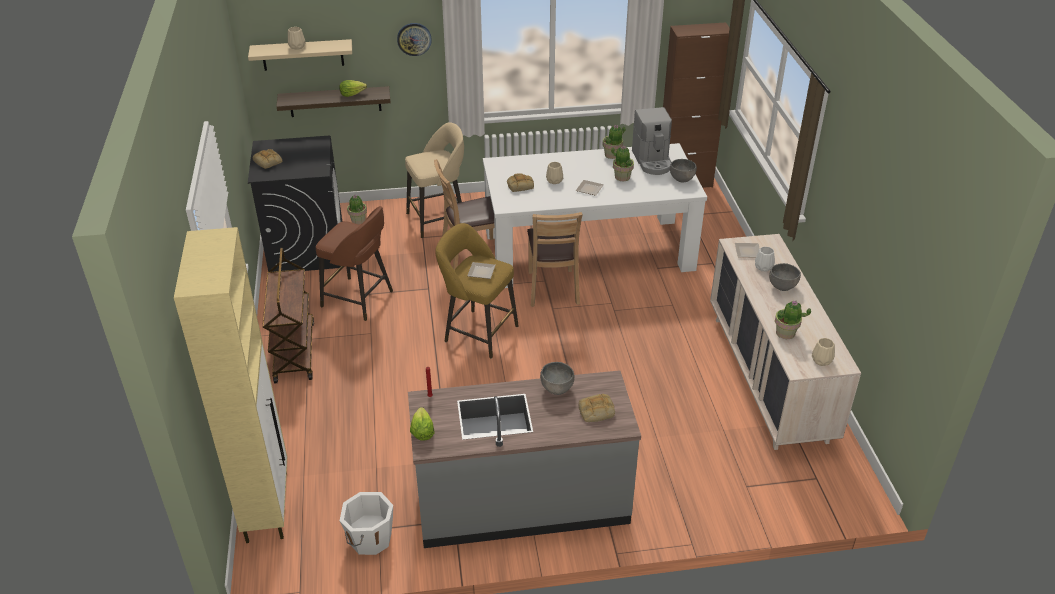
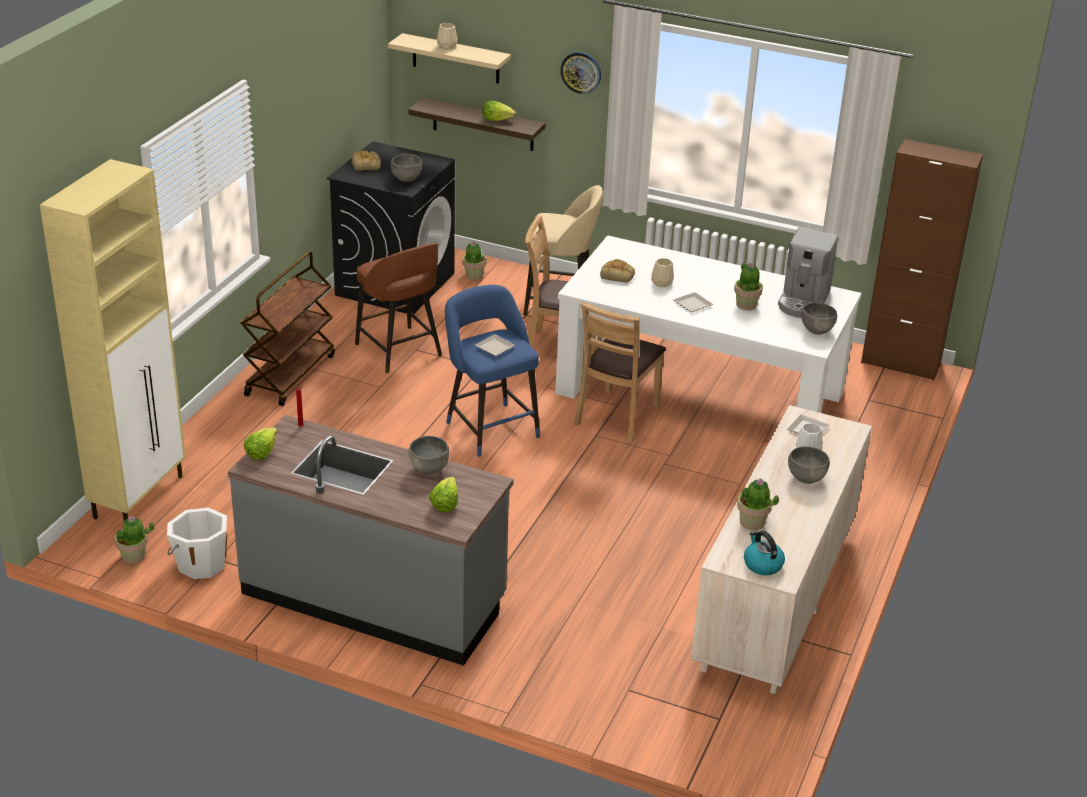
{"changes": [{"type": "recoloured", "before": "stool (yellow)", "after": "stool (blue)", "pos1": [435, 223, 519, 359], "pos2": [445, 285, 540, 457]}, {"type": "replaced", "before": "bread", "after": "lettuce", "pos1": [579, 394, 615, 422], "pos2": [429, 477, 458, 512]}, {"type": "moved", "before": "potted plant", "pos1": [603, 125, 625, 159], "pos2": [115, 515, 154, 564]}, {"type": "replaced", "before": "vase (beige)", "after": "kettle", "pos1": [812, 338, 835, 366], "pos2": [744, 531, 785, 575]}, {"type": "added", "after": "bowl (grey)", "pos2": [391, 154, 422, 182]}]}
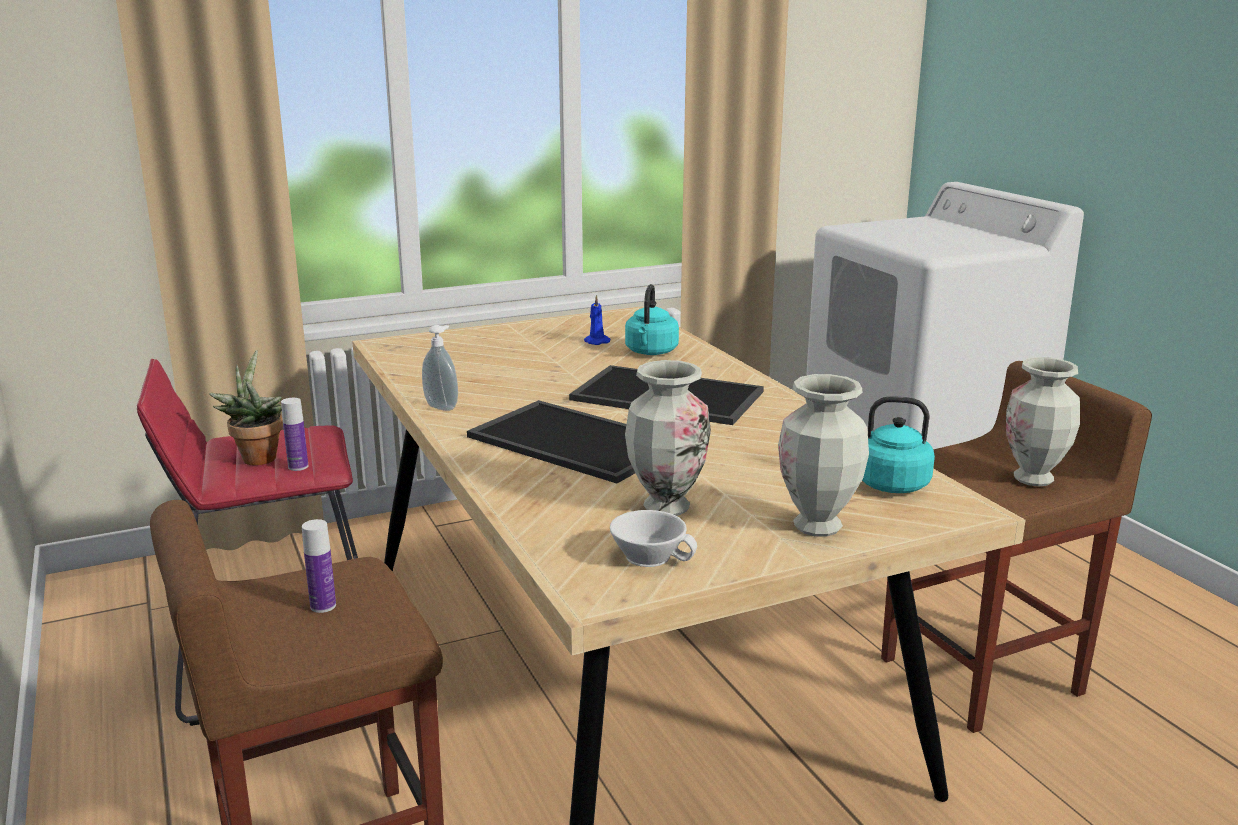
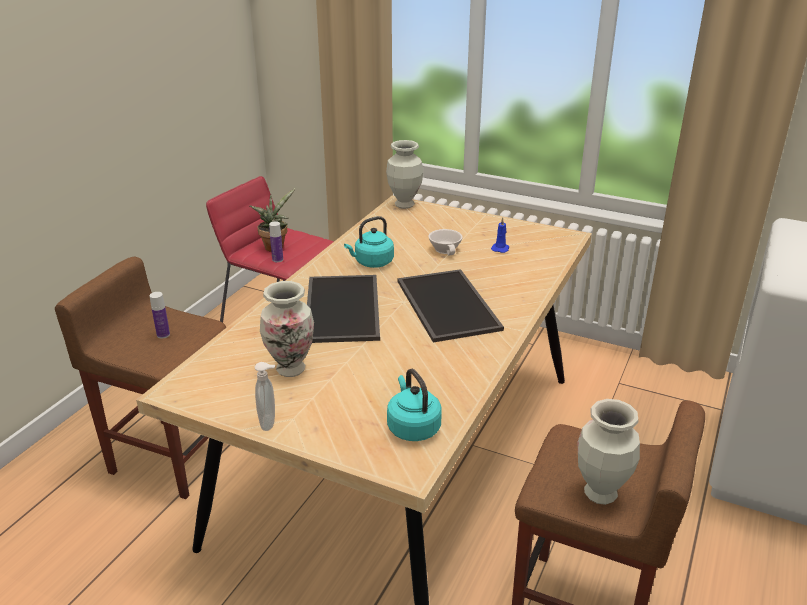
{"changes": [{"type": "moved", "before": "soap dispenser", "pos1": [422, 325, 458, 411], "pos2": [255, 362, 275, 431]}, {"type": "moved", "before": "cup (white)", "pos1": [610, 510, 697, 567], "pos2": [429, 229, 463, 256]}, {"type": "moved", "before": "kettle (turquoise)", "pos1": [625, 284, 679, 355], "pos2": [344, 216, 394, 268]}, {"type": "moved", "before": "vase", "pos1": [778, 374, 869, 537], "pos2": [386, 140, 423, 209]}]}
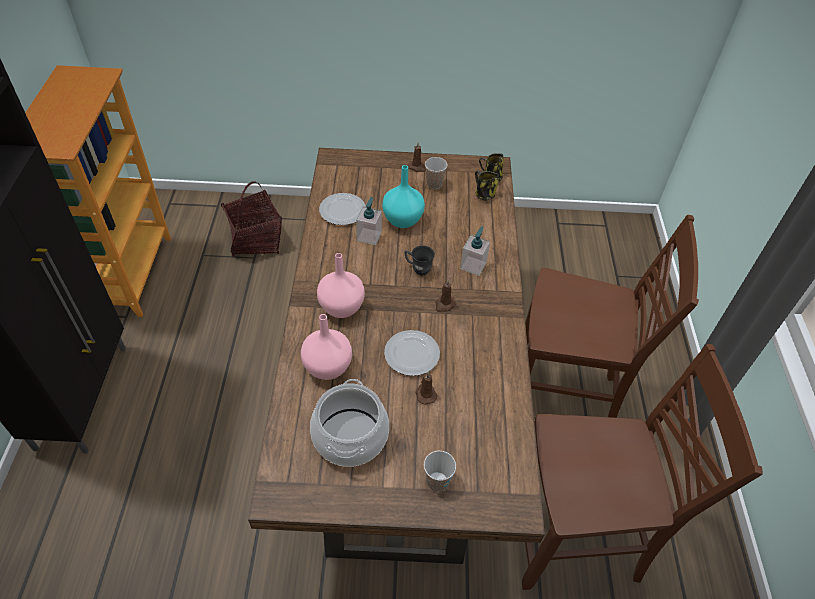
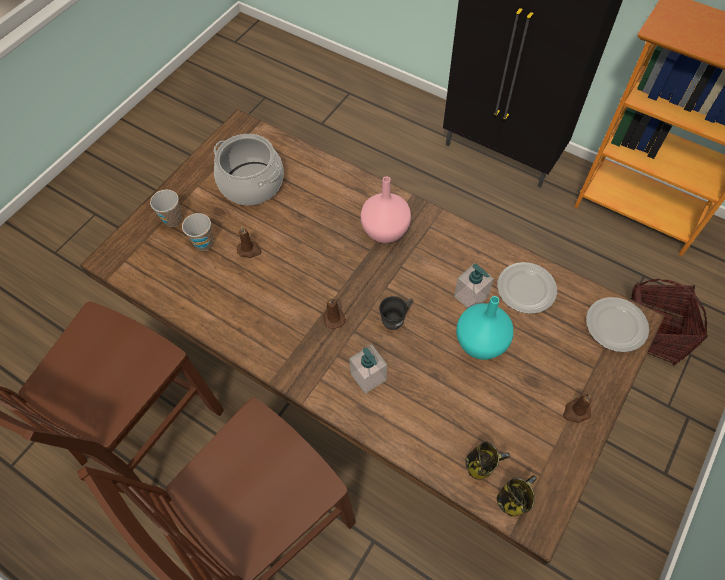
{"changes": [{"type": "removed", "before": "vase (pink)", "pos1": [301, 314, 352, 380]}, {"type": "moved", "before": "plate", "pos1": [384, 330, 440, 376], "pos2": [586, 297, 649, 352]}, {"type": "moved", "before": "cup", "pos1": [425, 157, 448, 189], "pos2": [182, 213, 213, 251]}]}
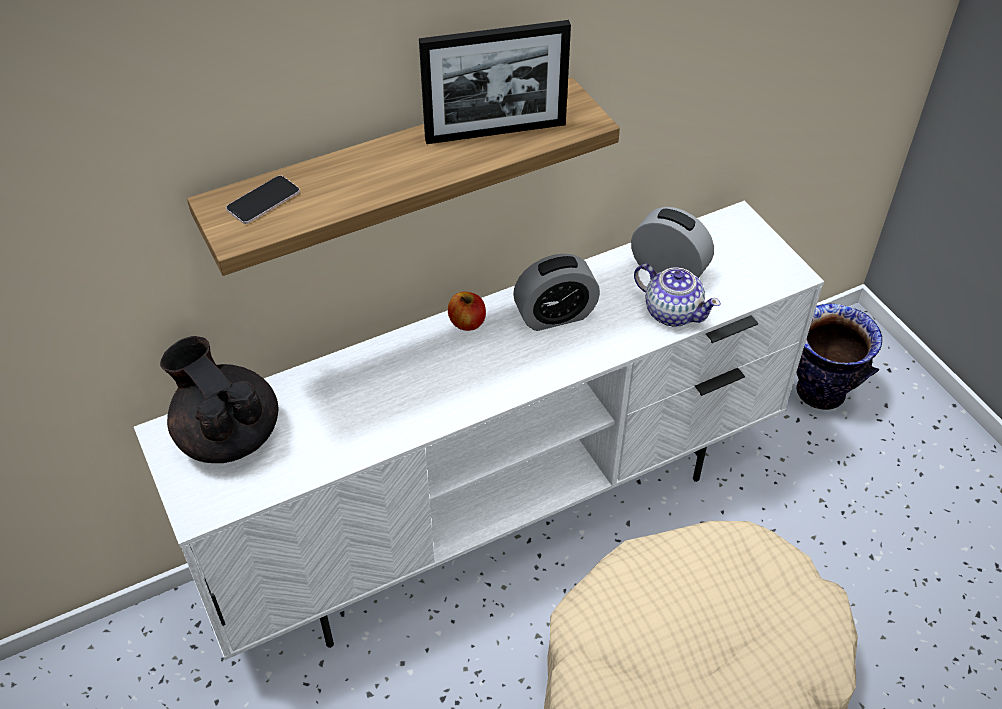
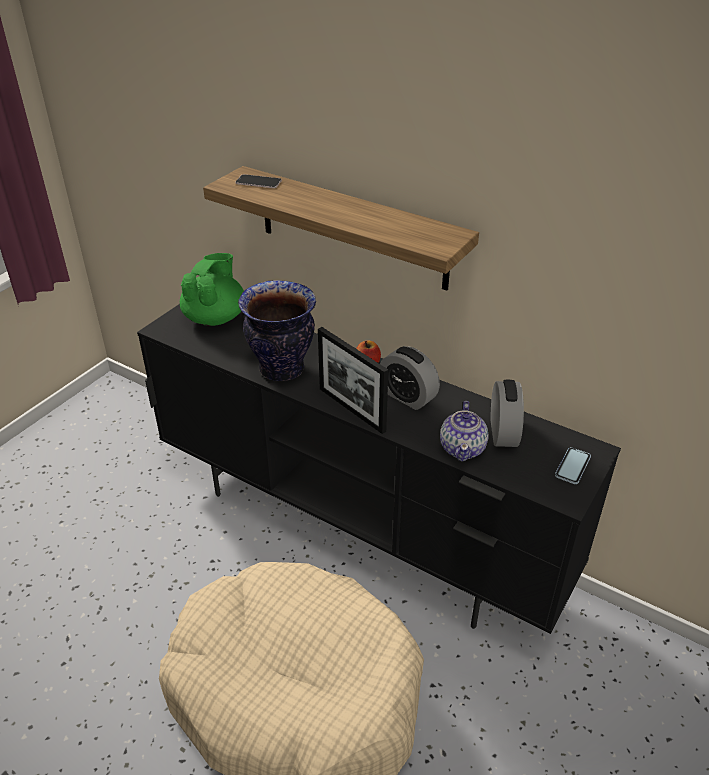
{"changes": [{"type": "recoloured", "before": "tv stand (white)", "after": "tv stand (black)", "pos1": [134, 201, 824, 660], "pos2": [137, 304, 621, 634]}, {"type": "recoloured", "before": "teapot (black)", "after": "teapot (green)", "pos1": [160, 336, 279, 463], "pos2": [180, 253, 244, 326]}, {"type": "moved", "before": "picture frame", "pos1": [419, 20, 571, 144], "pos2": [318, 327, 388, 434]}, {"type": "moved", "before": "vase", "pos1": [796, 304, 882, 410], "pos2": [238, 280, 316, 381]}, {"type": "added", "after": "phone", "pos2": [555, 447, 591, 484]}]}
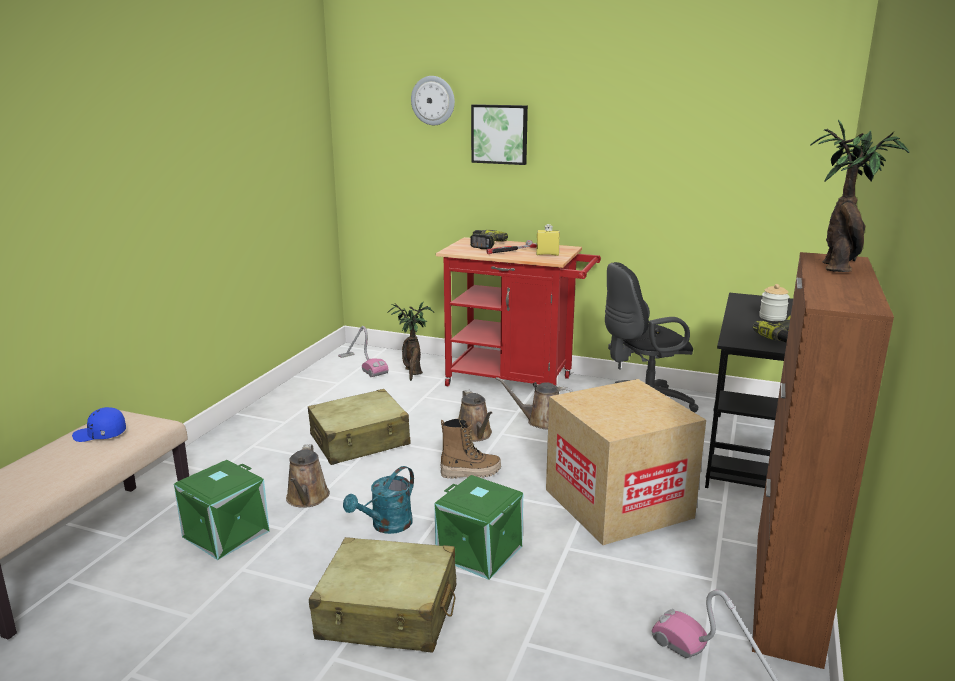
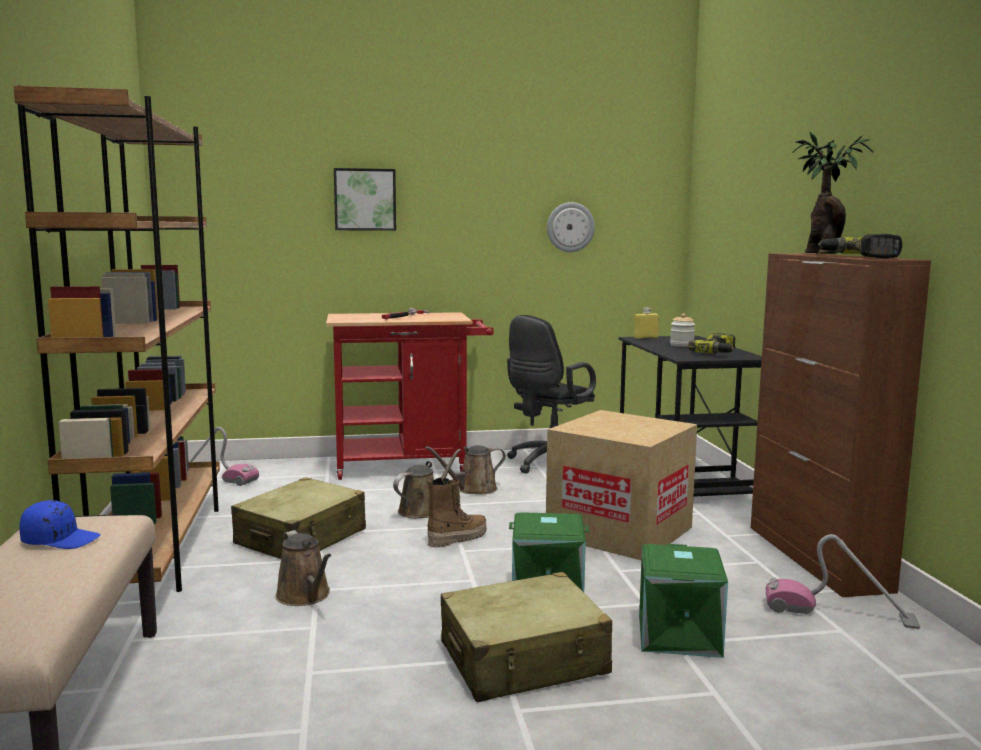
{"changes": [{"type": "turned", "before": "cap (blue)", "pos1": [72, 407, 126, 442], "pos2": [19, 500, 101, 549], "turn": -150}, {"type": "moved", "before": "storage box (green)", "pos1": [174, 460, 270, 560], "pos2": [639, 544, 728, 658]}, {"type": "removed", "before": "watering can (turquoise)", "pos1": [343, 466, 414, 534]}, {"type": "removed", "before": "potted plant", "pos1": [387, 302, 434, 381]}, {"type": "moved", "before": "wall clock", "pos1": [411, 76, 455, 125], "pos2": [547, 202, 595, 252]}, {"type": "turned", "before": "watering can (brown)", "pos1": [458, 390, 492, 442], "pos2": [393, 449, 461, 519], "turn": -90}, {"type": "moved", "before": "power drill", "pos1": [470, 230, 508, 249], "pos2": [818, 234, 902, 258]}, {"type": "moved", "before": "bottle (yellow)", "pos1": [536, 224, 560, 256], "pos2": [634, 307, 659, 339]}, {"type": "added", "after": "bookcase (brown)", "pos2": [13, 85, 220, 592]}]}
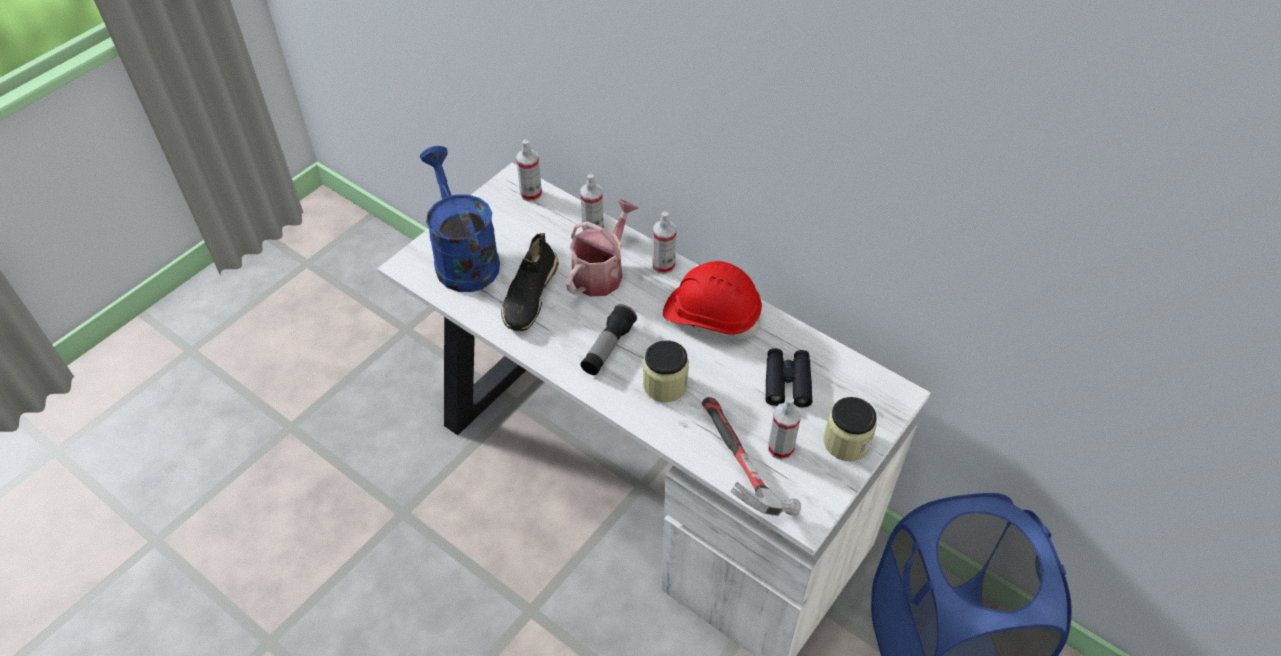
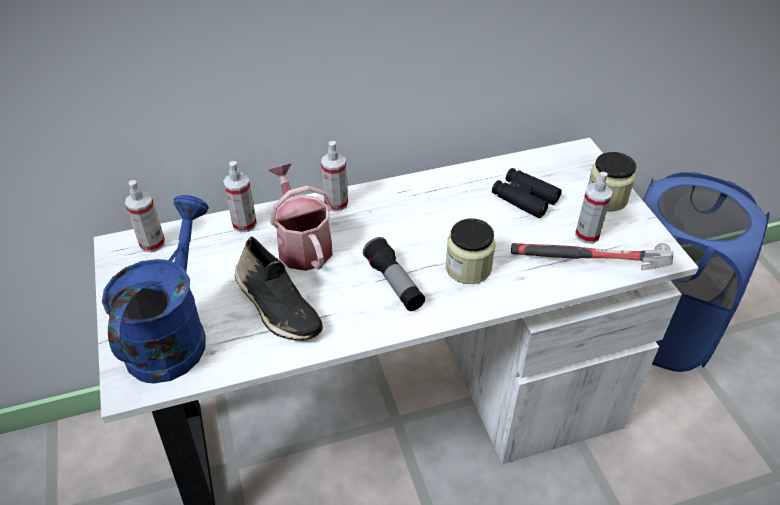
{"changes": [{"type": "turned", "before": "watering can (blue)", "pos1": [420, 146, 500, 292], "pos2": [102, 195, 209, 384], "turn": 90}, {"type": "removed", "before": "hard hat (red)", "pos1": [663, 261, 762, 339]}]}
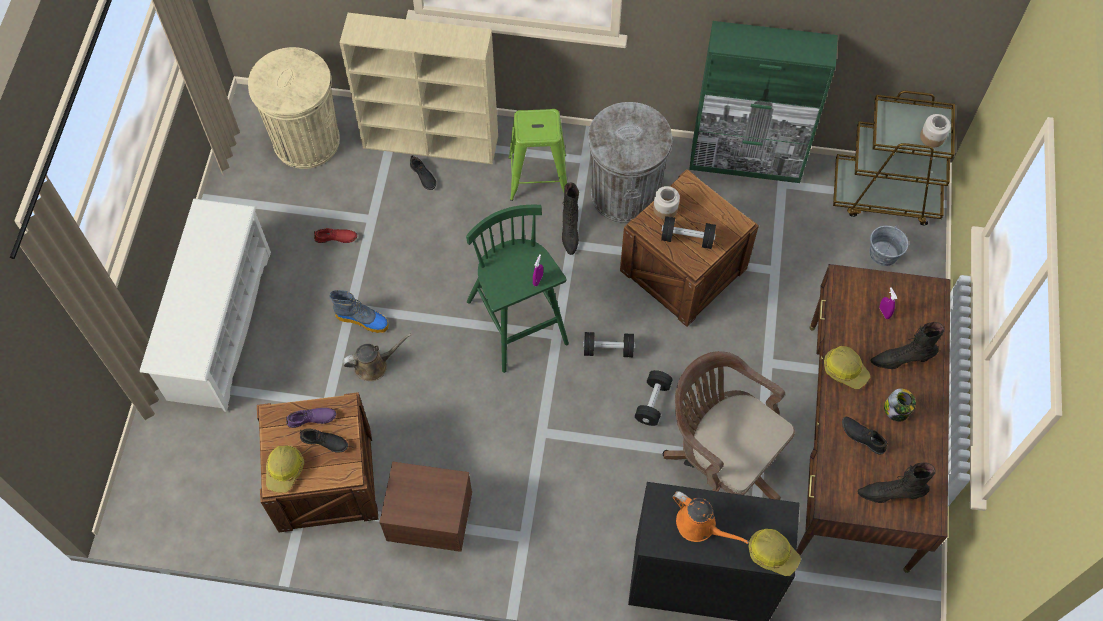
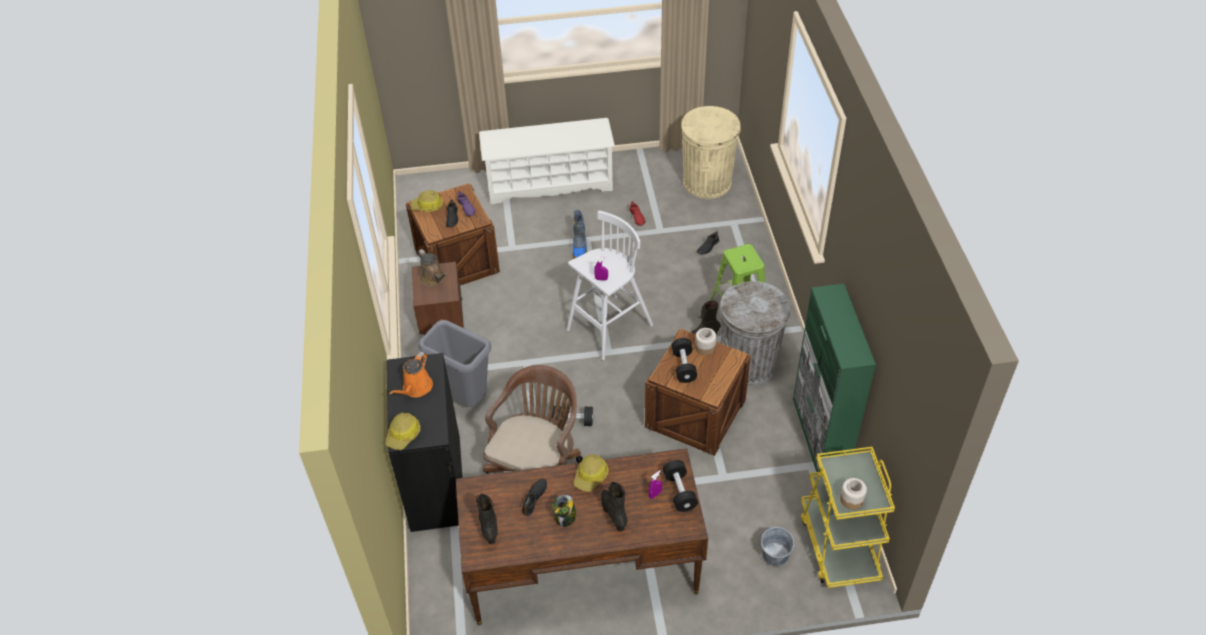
{"changes": [{"type": "removed", "before": "bookcase (beige)", "pos1": [340, 13, 498, 164]}, {"type": "moved", "before": "watering can (brown)", "pos1": [343, 333, 411, 381], "pos2": [417, 249, 448, 286]}, {"type": "recoloured", "before": "stool (green)", "after": "stool (white)", "pos1": [466, 205, 569, 373], "pos2": [567, 211, 653, 360]}, {"type": "moved", "before": "dumbbell (black)", "pos1": [583, 332, 635, 357], "pos2": [663, 460, 698, 512]}, {"type": "recoloured", "before": "cart (brown)", "after": "cart (yellow)", "pos1": [833, 91, 955, 225], "pos2": [801, 447, 895, 588]}, {"type": "added", "after": "trash can (grey)", "pos2": [418, 320, 491, 407]}]}
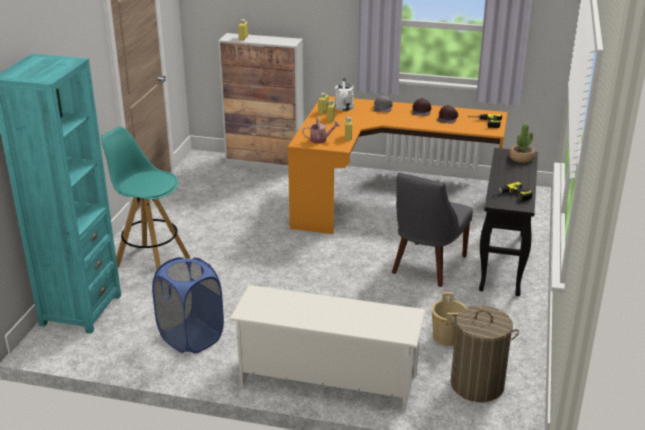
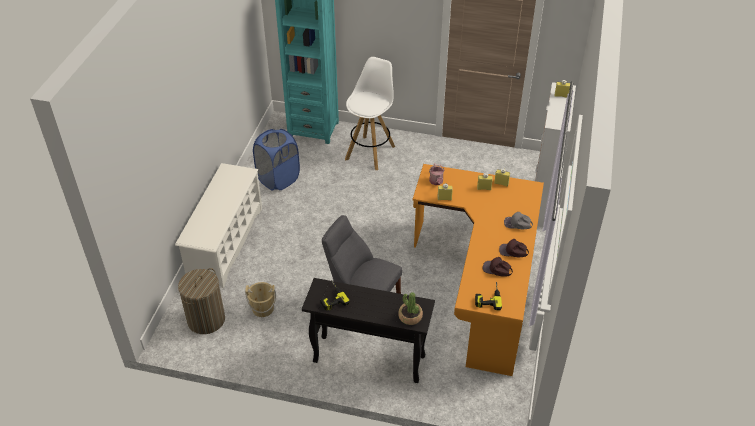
{"changes": [{"type": "recoloured", "before": "stool (turquoise)", "after": "stool (white)", "pos1": [101, 126, 190, 270], "pos2": [345, 57, 395, 170]}, {"type": "removed", "before": "watering can (white)", "pos1": [335, 78, 354, 111]}]}
